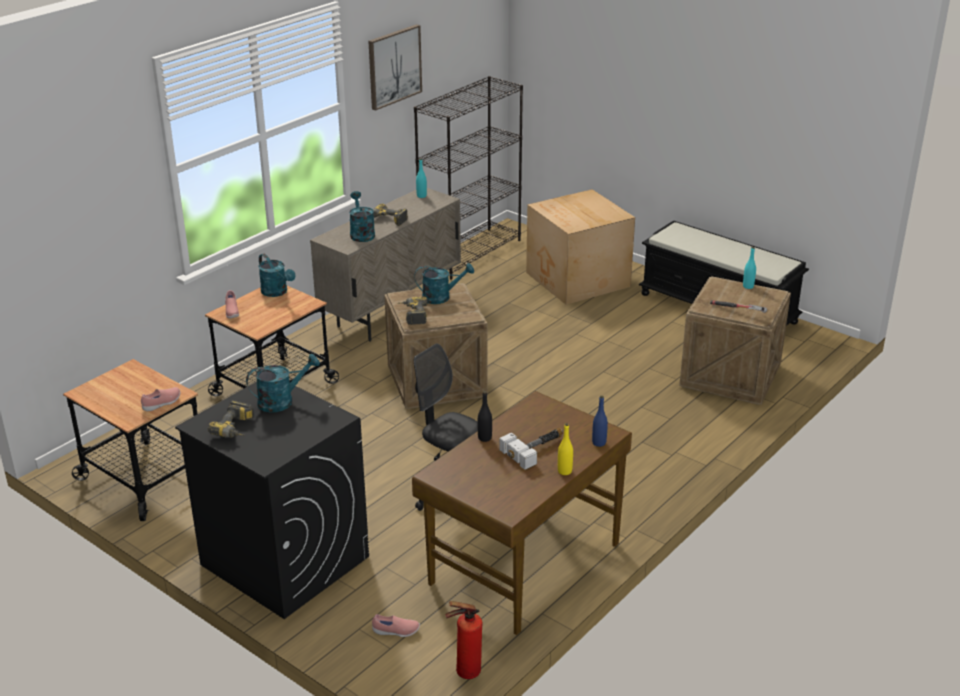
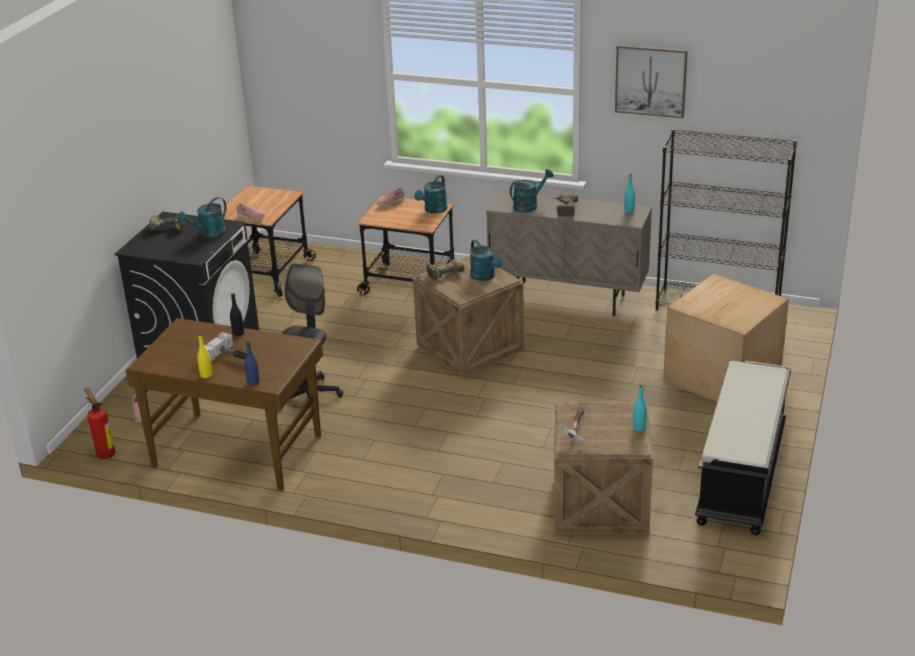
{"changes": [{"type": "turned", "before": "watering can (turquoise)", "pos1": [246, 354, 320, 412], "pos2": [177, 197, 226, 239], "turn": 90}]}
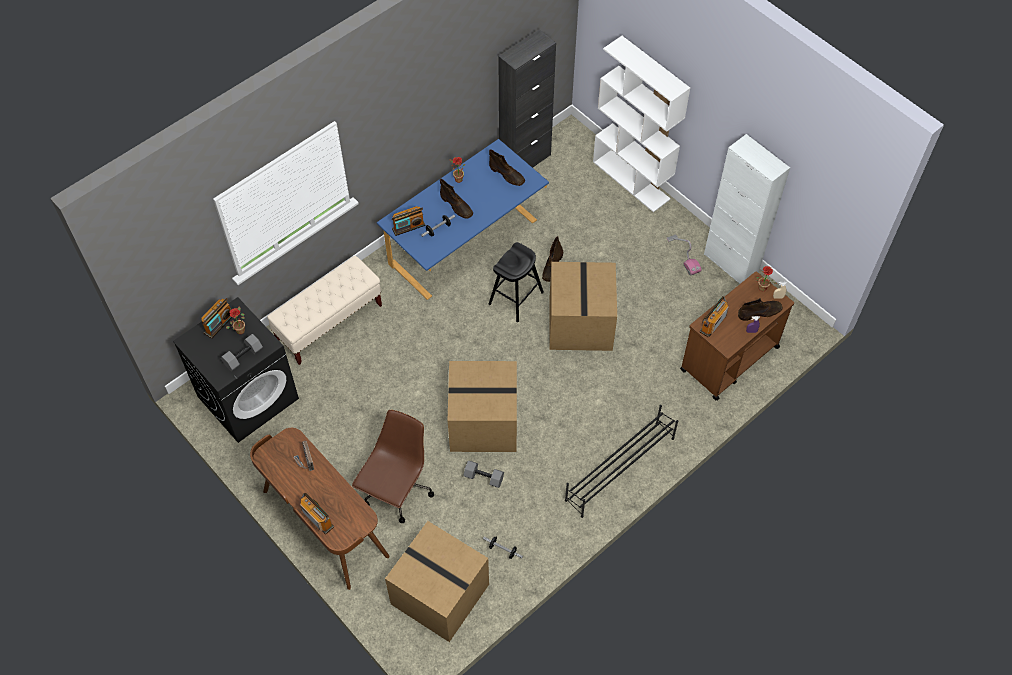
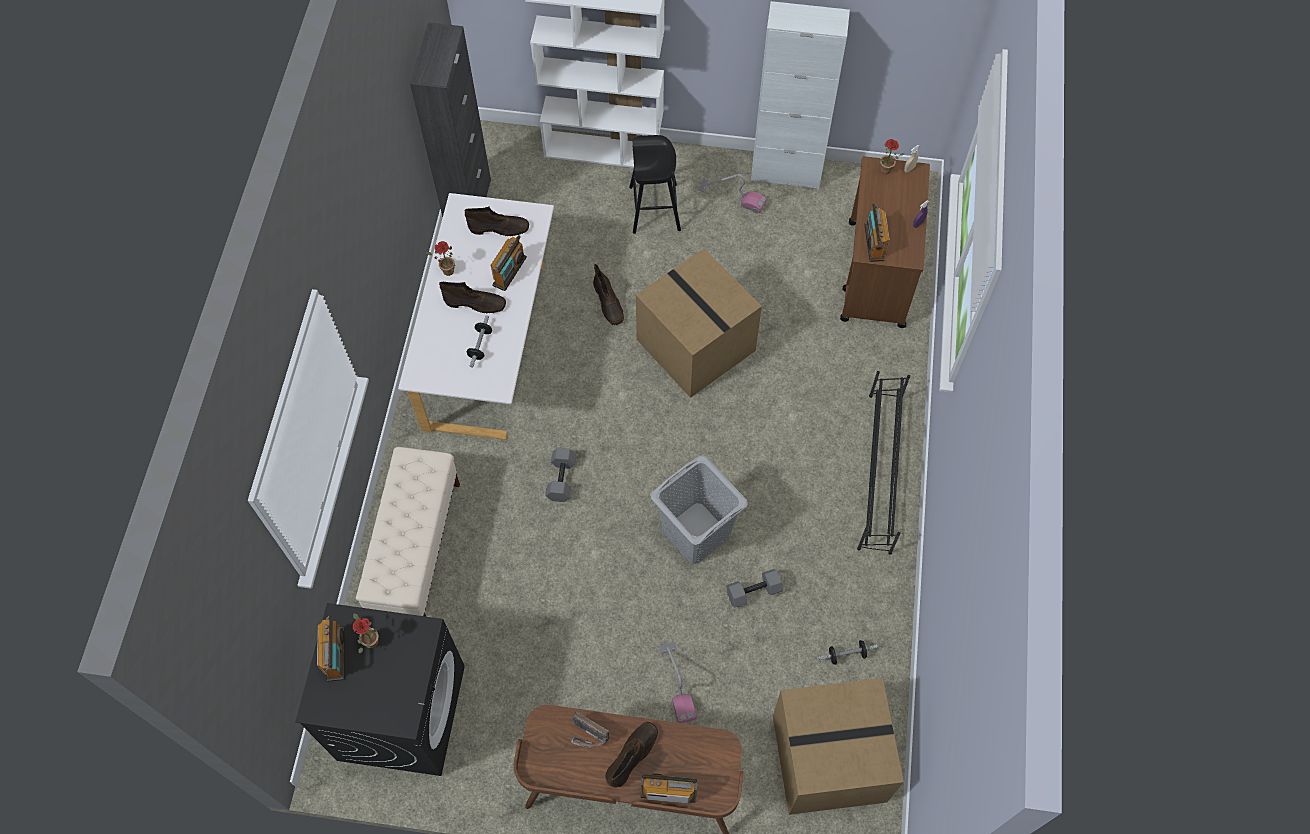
{"changes": [{"type": "moved", "before": "dumbbell (grey)", "pos1": [221, 334, 263, 371], "pos2": [546, 448, 576, 502]}, {"type": "replaced", "before": "office chair (brown)", "after": "vacuum cleaner", "pos1": [352, 410, 434, 523], "pos2": [659, 642, 697, 723]}, {"type": "recoloured", "before": "desk (blue)", "after": "desk (white)", "pos1": [377, 139, 549, 300], "pos2": [398, 193, 554, 440]}, {"type": "moved", "before": "radio", "pos1": [392, 206, 425, 236], "pos2": [491, 235, 527, 291]}, {"type": "replaced", "before": "cardboard box", "after": "laundry basket (grey)", "pos1": [447, 361, 517, 452], "pos2": [650, 455, 748, 564]}, {"type": "moved", "before": "stool (black)", "pos1": [489, 242, 544, 322], "pos2": [629, 135, 681, 234]}, {"type": "moved", "before": "boot (brown)", "pos1": [738, 298, 782, 321], "pos2": [605, 722, 658, 788]}]}
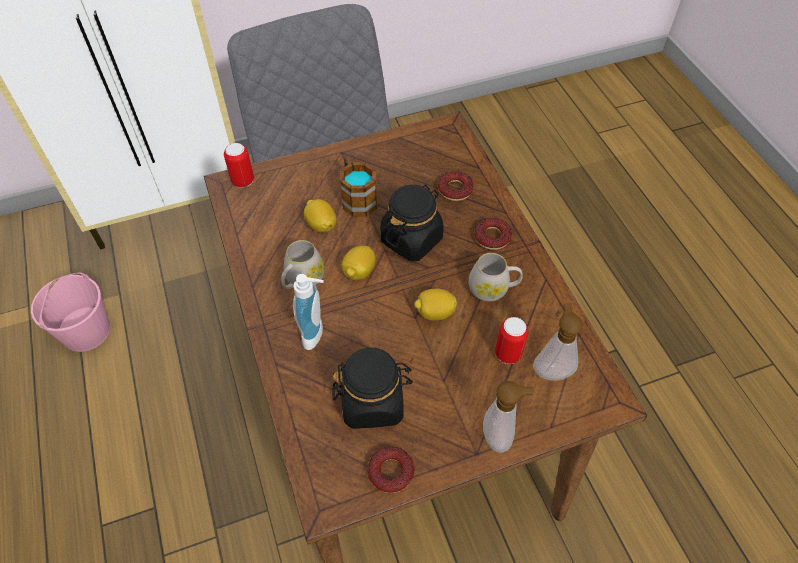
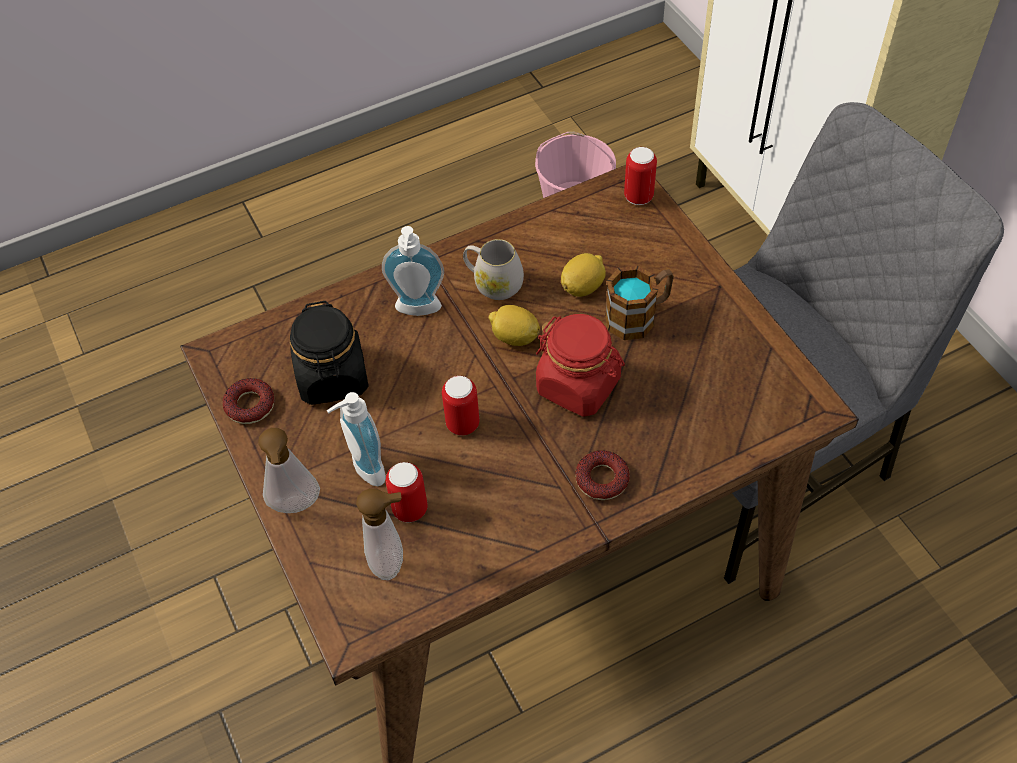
{"changes": [{"type": "recoloured", "before": "jar (black)", "after": "jar (red)", "pos1": [380, 185, 444, 261], "pos2": [536, 314, 625, 417]}, {"type": "replaced", "before": "lemon", "after": "can", "pos1": [414, 289, 457, 321], "pos2": [442, 376, 480, 435]}, {"type": "removed", "before": "donut", "pos1": [438, 171, 474, 201]}, {"type": "removed", "before": "mug (white)", "pos1": [469, 253, 523, 301]}, {"type": "added", "after": "soap dispenser", "pos2": [327, 392, 386, 486]}]}
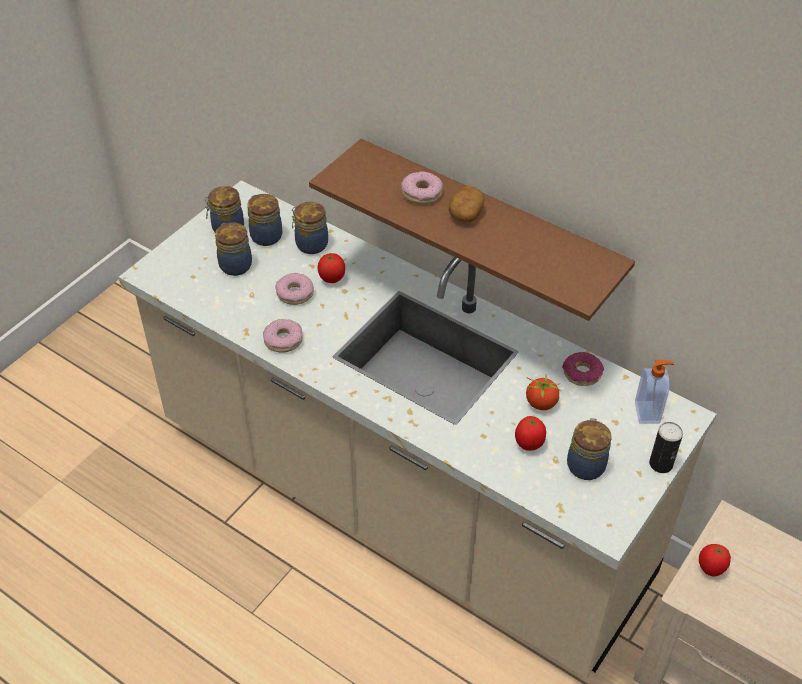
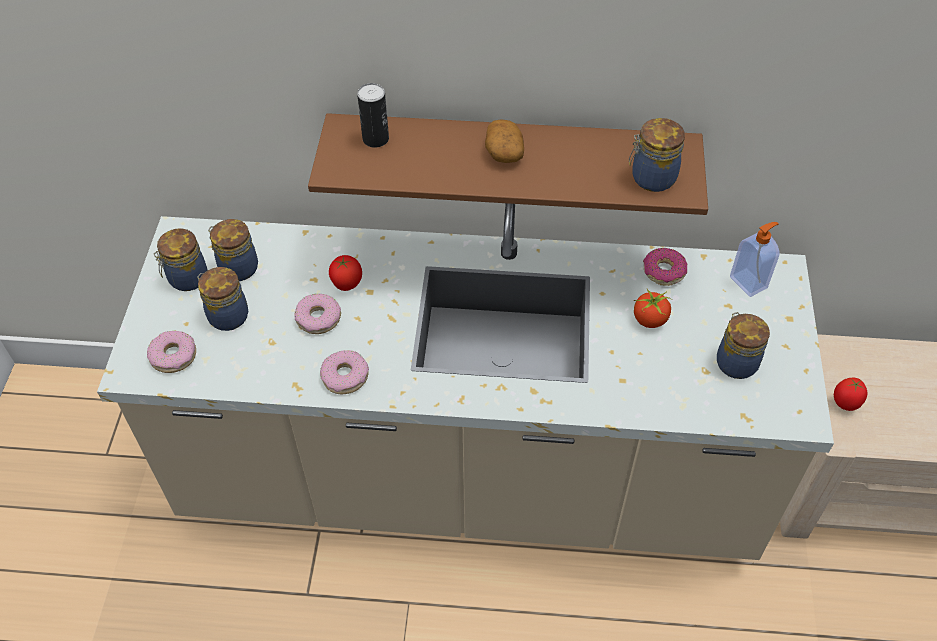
{"changes": [{"type": "moved", "before": "jar", "pos1": [292, 202, 328, 254], "pos2": [629, 118, 685, 192]}, {"type": "moved", "before": "donut", "pos1": [401, 171, 443, 204], "pos2": [147, 331, 196, 373]}, {"type": "removed", "before": "tomato", "pos1": [515, 416, 546, 451]}, {"type": "moved", "before": "can", "pos1": [649, 422, 683, 473], "pos2": [357, 83, 389, 148]}]}
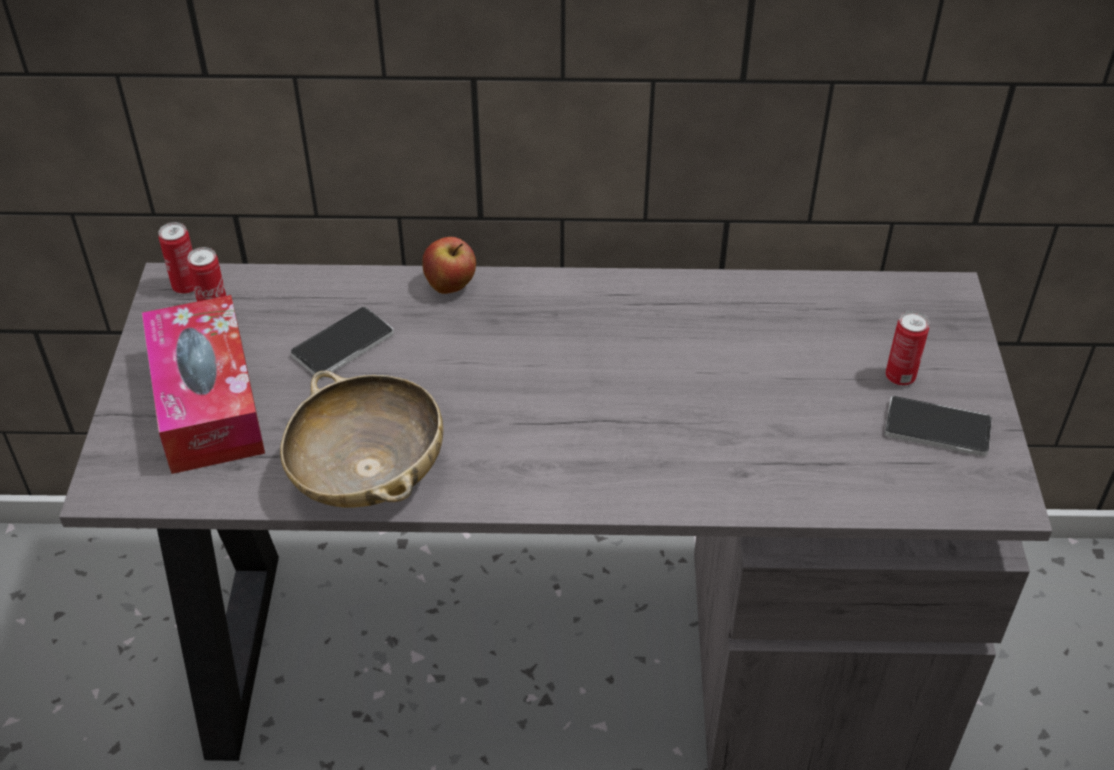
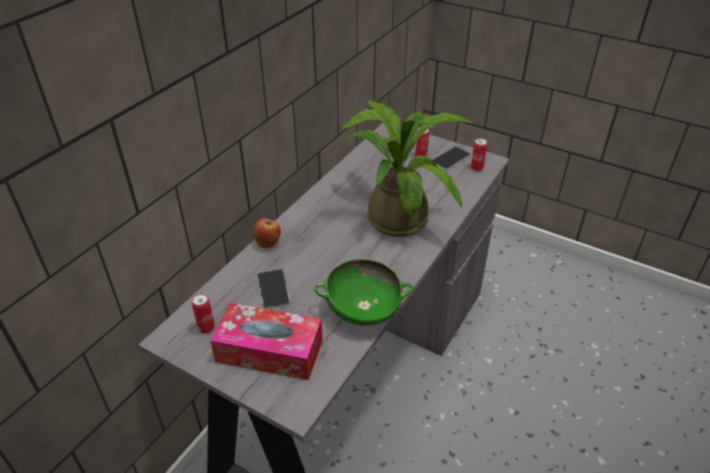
{"changes": [{"type": "moved", "before": "can", "pos1": [158, 222, 194, 294], "pos2": [471, 138, 487, 171]}, {"type": "recoloured", "before": "bowl (beige)", "after": "bowl (green)", "pos1": [280, 371, 443, 507], "pos2": [314, 259, 413, 326]}, {"type": "added", "after": "potted plant", "pos2": [339, 100, 474, 237]}]}
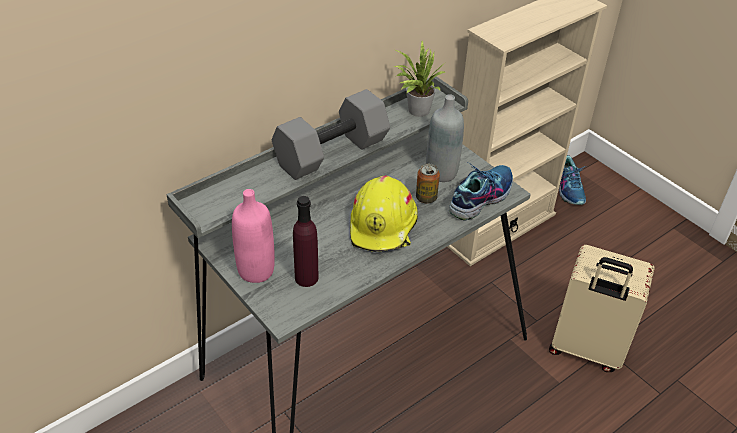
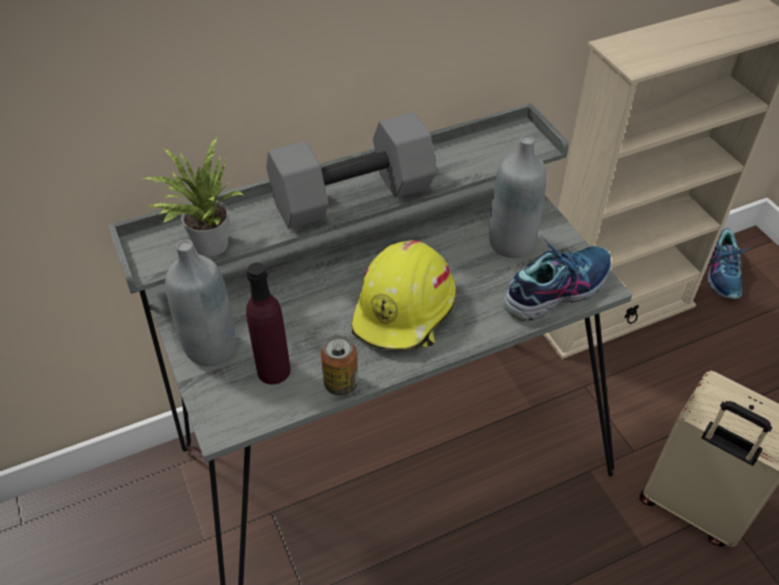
{"changes": [{"type": "recoloured", "before": "bottle (pink)", "after": "bottle (grey)", "pos1": [232, 189, 275, 283], "pos2": [165, 240, 236, 366]}, {"type": "moved", "before": "potted plant", "pos1": [394, 41, 446, 117], "pos2": [142, 137, 244, 256]}, {"type": "moved", "before": "can", "pos1": [416, 164, 440, 204], "pos2": [321, 336, 358, 396]}]}
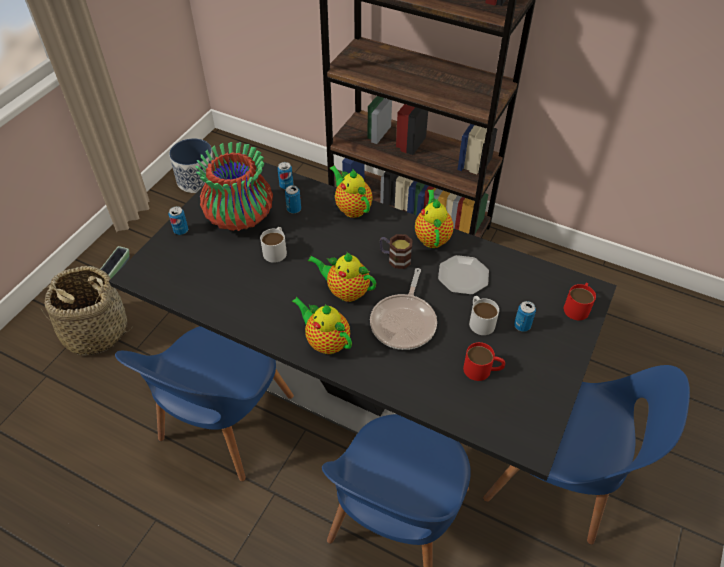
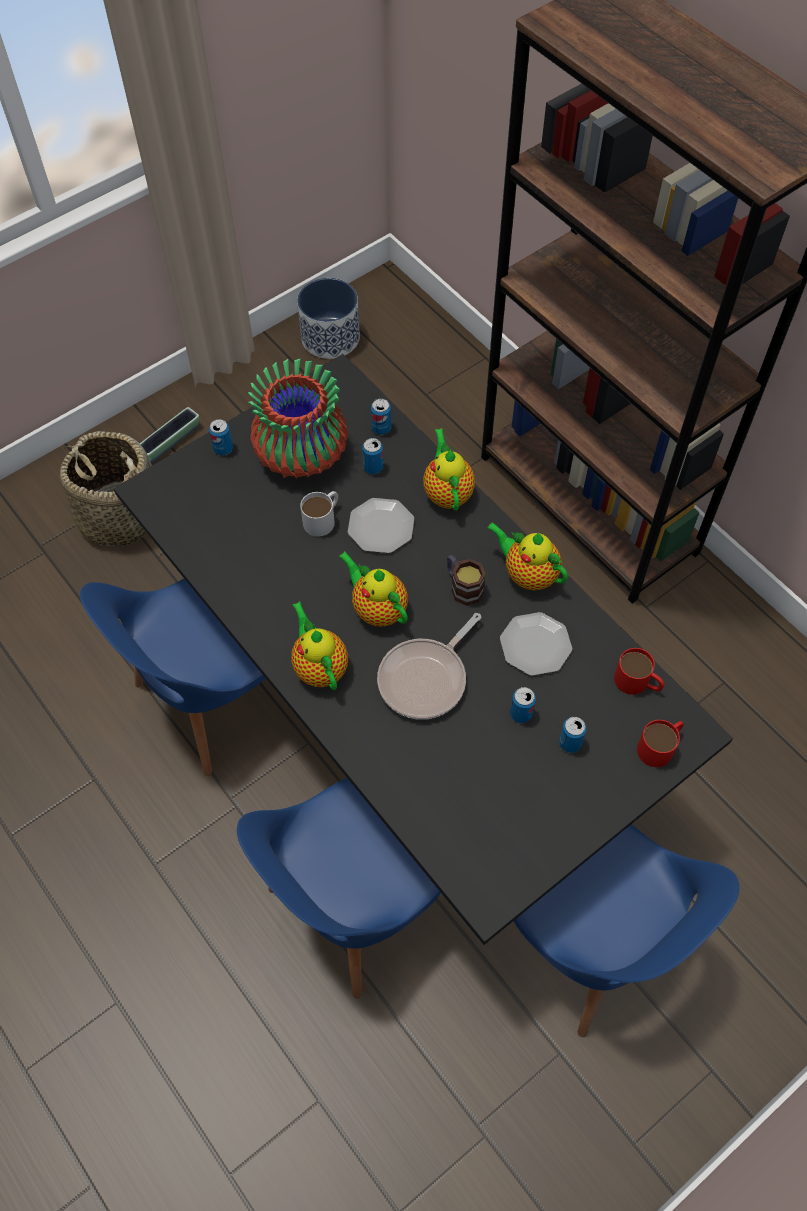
{"changes": [{"type": "turned", "before": "teapot", "pos1": [415, 190, 453, 248], "pos2": [487, 522, 568, 590], "turn": -75}, {"type": "moved", "before": "mug (red)", "pos1": [463, 342, 505, 381], "pos2": [614, 648, 665, 695]}, {"type": "replaced", "before": "mug (white)", "after": "can", "pos1": [469, 296, 499, 335], "pos2": [510, 687, 536, 723]}, {"type": "added", "after": "plate", "pos2": [348, 498, 414, 553]}]}
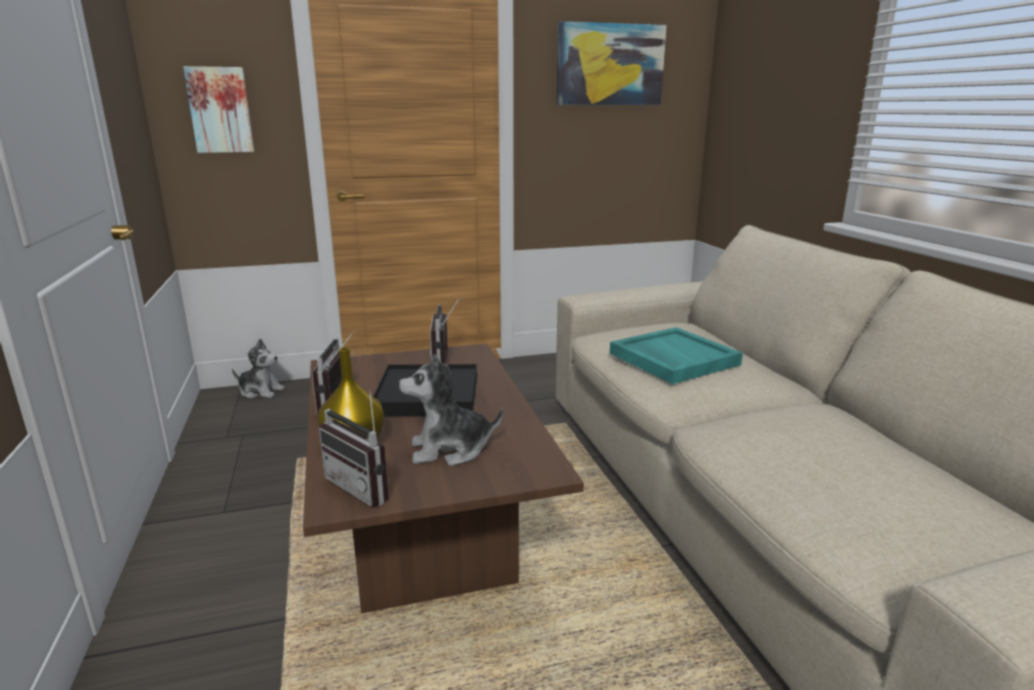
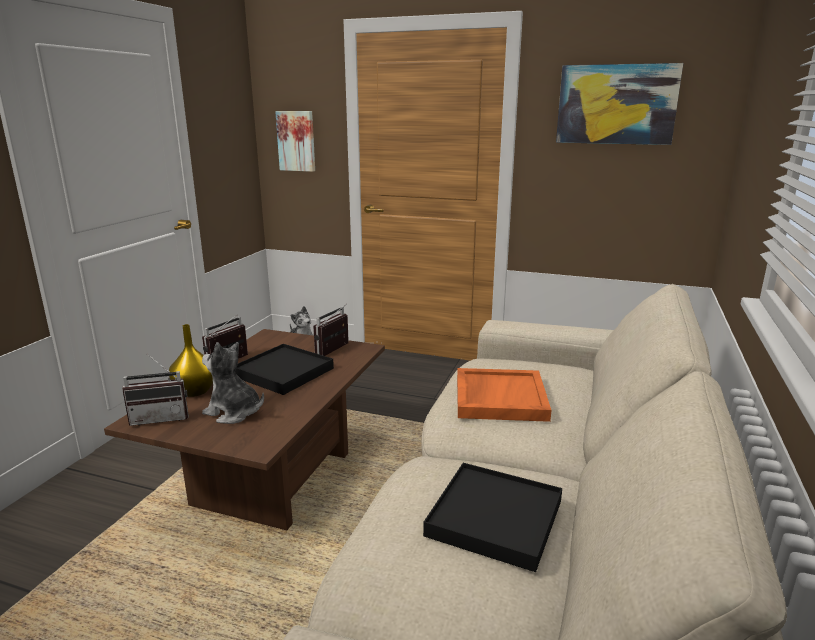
{"changes": [{"type": "turned", "before": "radio", "pos1": [319, 388, 389, 507], "pos2": [122, 354, 189, 426], "turn": -90}, {"type": "recoloured", "before": "tray (turquoise)", "after": "tray (orange)", "pos1": [610, 327, 743, 384], "pos2": [457, 368, 551, 422]}, {"type": "added", "after": "tray (black)", "pos2": [423, 463, 562, 572]}]}
